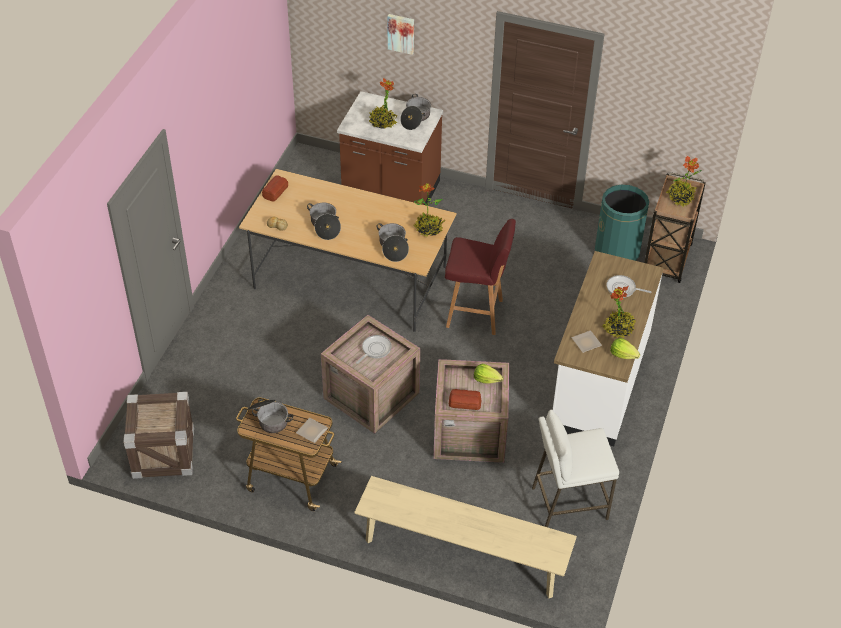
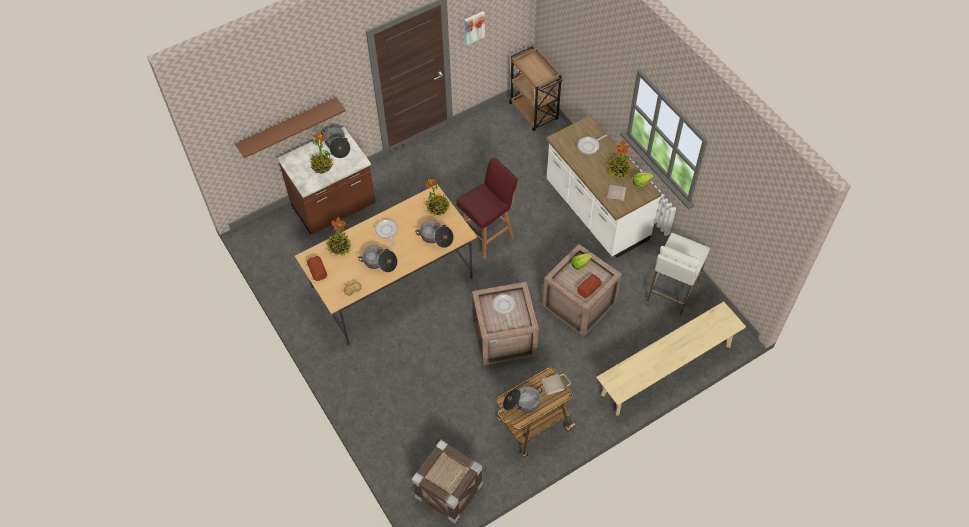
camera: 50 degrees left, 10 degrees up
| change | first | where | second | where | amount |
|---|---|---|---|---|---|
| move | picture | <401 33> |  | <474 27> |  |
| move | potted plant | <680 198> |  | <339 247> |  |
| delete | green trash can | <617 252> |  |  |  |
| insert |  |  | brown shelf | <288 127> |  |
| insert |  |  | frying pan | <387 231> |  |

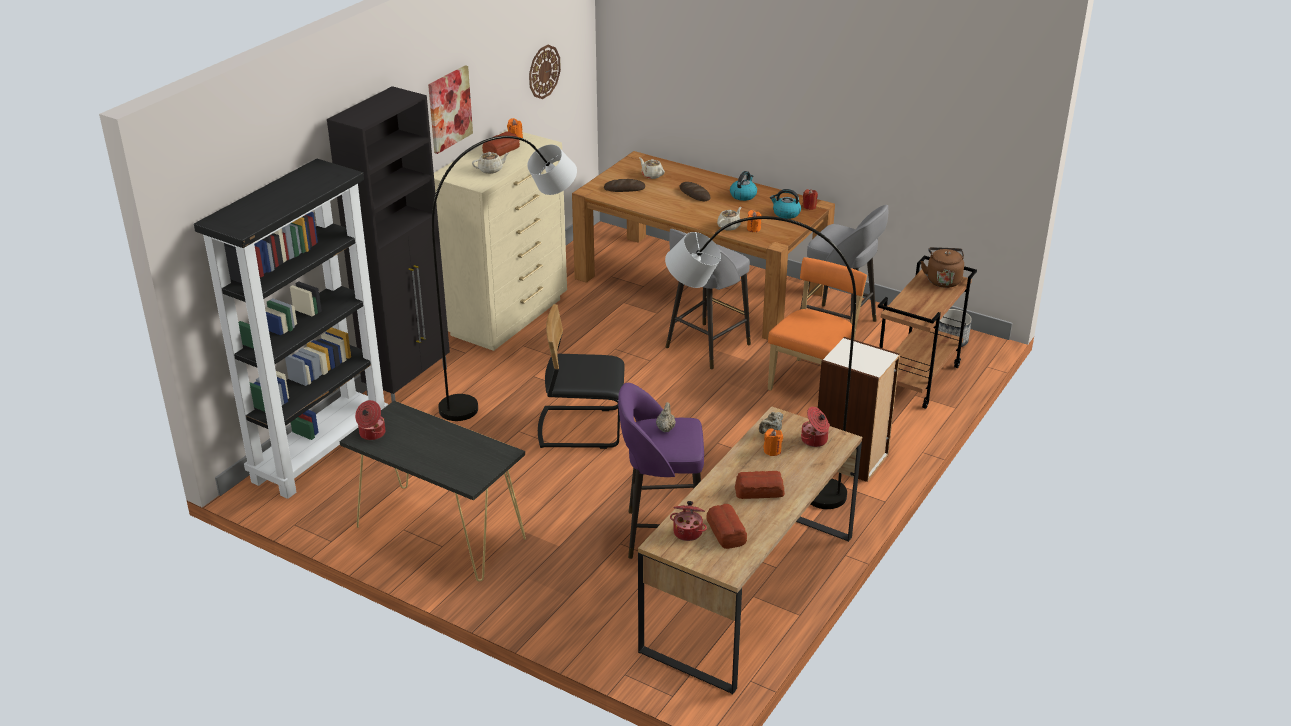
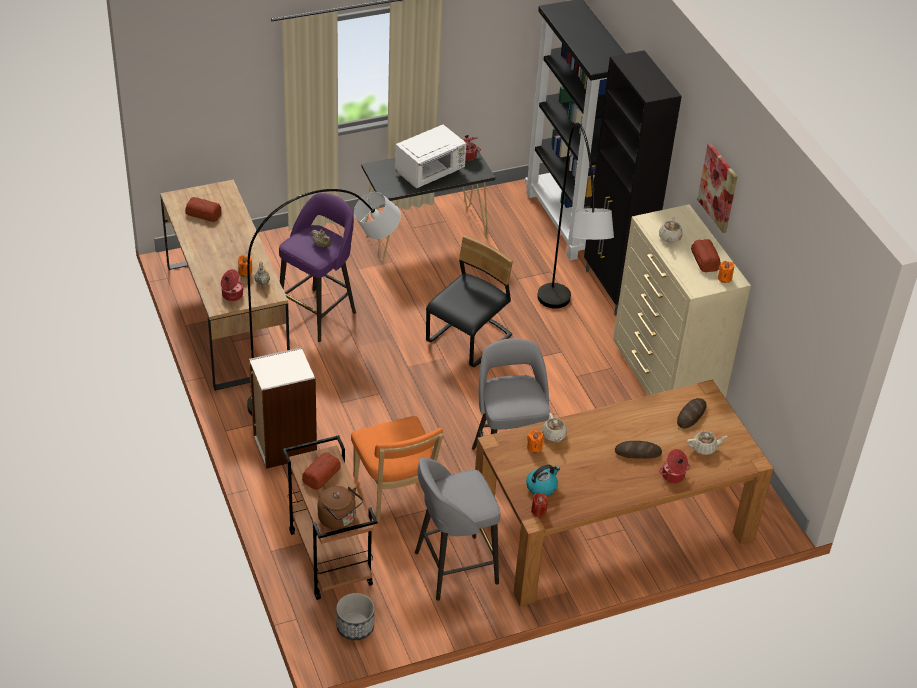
camera: 125 degrees right, 10 degrees up
| change | first | where | second | where | amount |
|---|---|---|---|---|---|
| delete | wall clock | <544 71> |  |  |  |
| delete | kettle | <743 195> |  |  |  |
| move | bread | <760 491> |  | <321 475> |  |
| move | cooking pot | <688 532> |  | <673 476> |  |
| insert |  |  | white microwave | <430 172> |  |

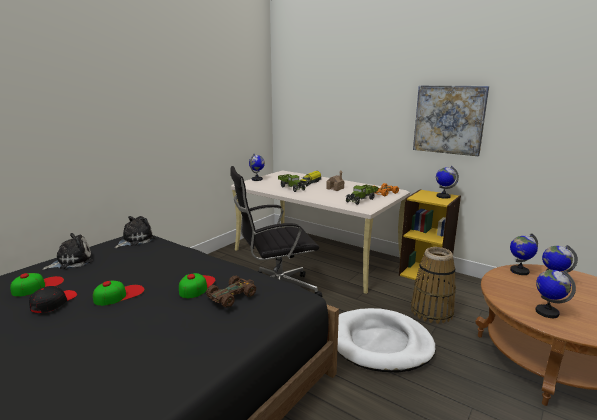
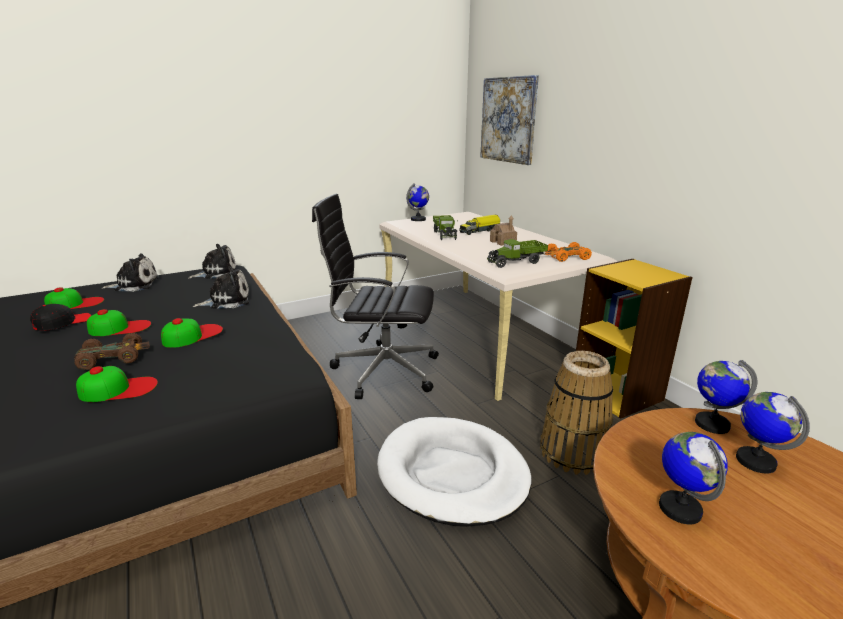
camera: 25 degrees right, 5 degrees up
| change | first | where | second | where | amount |
|---|---|---|---|---|---|
| move | picture | <449 119> |  | <508 120> |  |
| delete | globe | <443 196> |  |  |  |
| move | brown toy car | <232 296> |  | <113 358> |  |
| insert |  |  | plush toy | <227 301> |  |
| insert |  |  | cap | <118 389> |  |

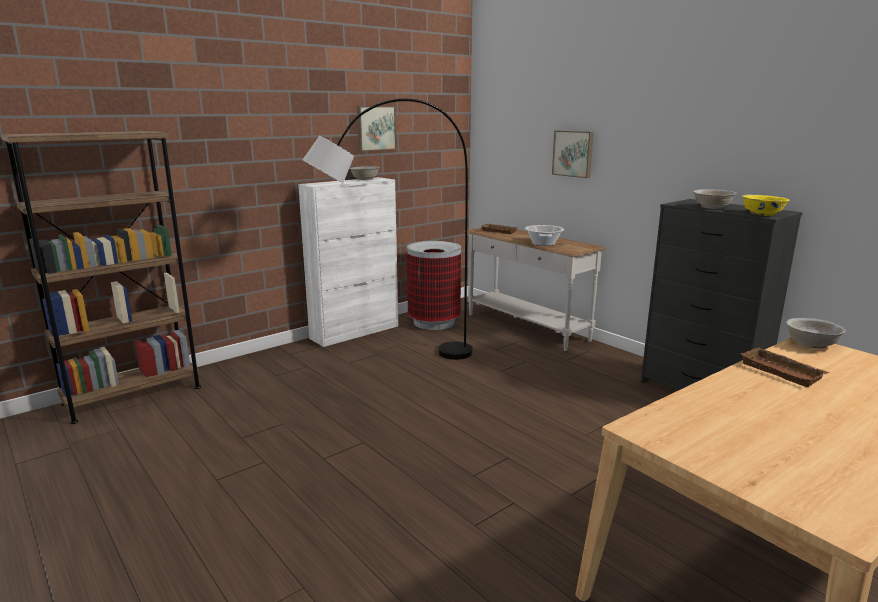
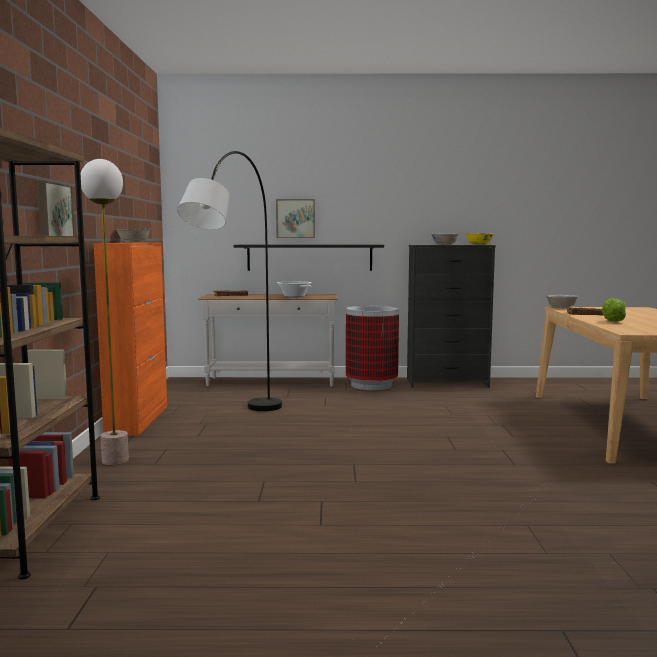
camera: 50 degrees left, 10 degrees down
| change | first | where | second | where | amount |
|---|---|---|---|---|---|
| move | picture | <375 128> |  | <53 215> |  |
| recolor | white cabinet | <355 332> | orange cabinet | <138 419> |  |
| move | trash can | <433 322> |  | <371 385> |  |
| insert |  |  | floor lamp | <115 460> |  |
| insert |  |  | black shelf | <309 257> |  |
| insert |  |  | lettuce | <612 321> |  |

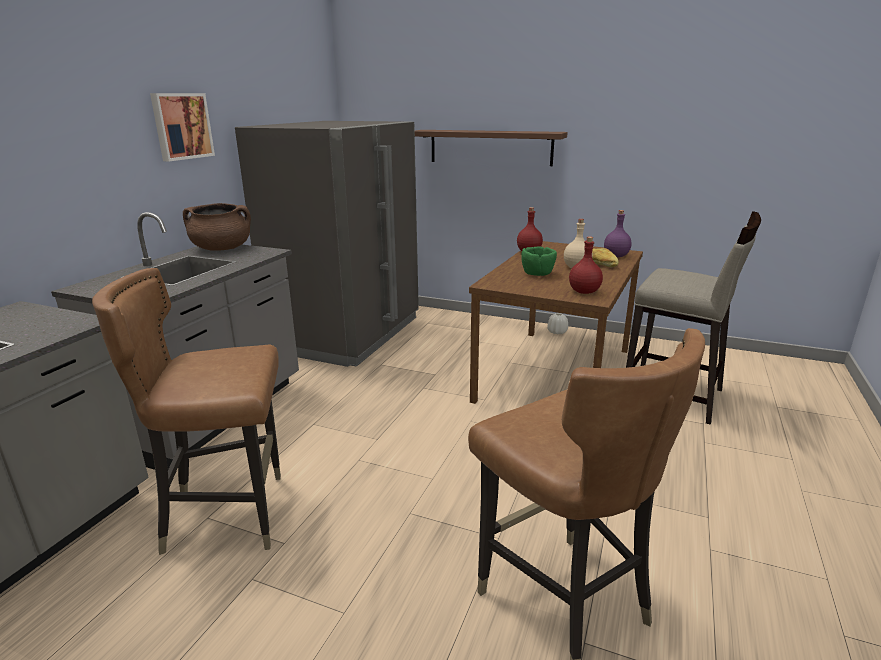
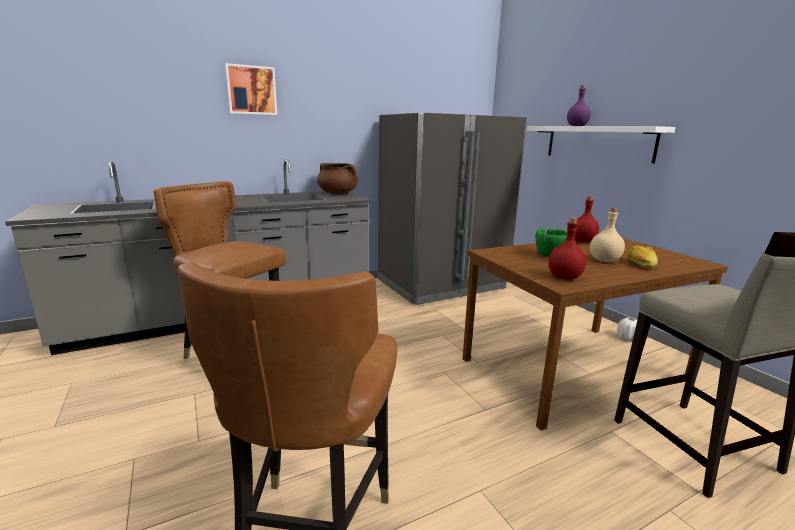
camera: 40 degrees right, 5 degrees down
| change | first | where | second | where | amount |
|---|---|---|---|---|---|
| move | picture | <181 126> |  | <251 90> |  |
| recolor | brown shelf | <490 147> | white shelf | <597 143> |  |
| move | purple bottle | <615 256> |  | <576 126> |  |

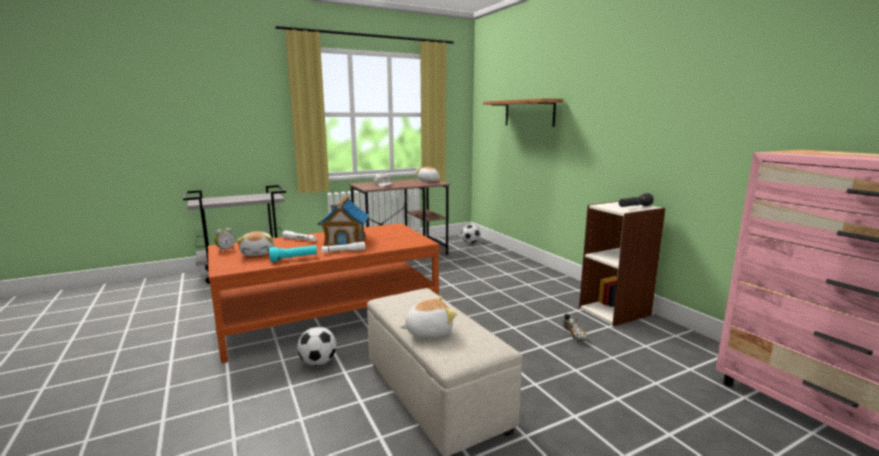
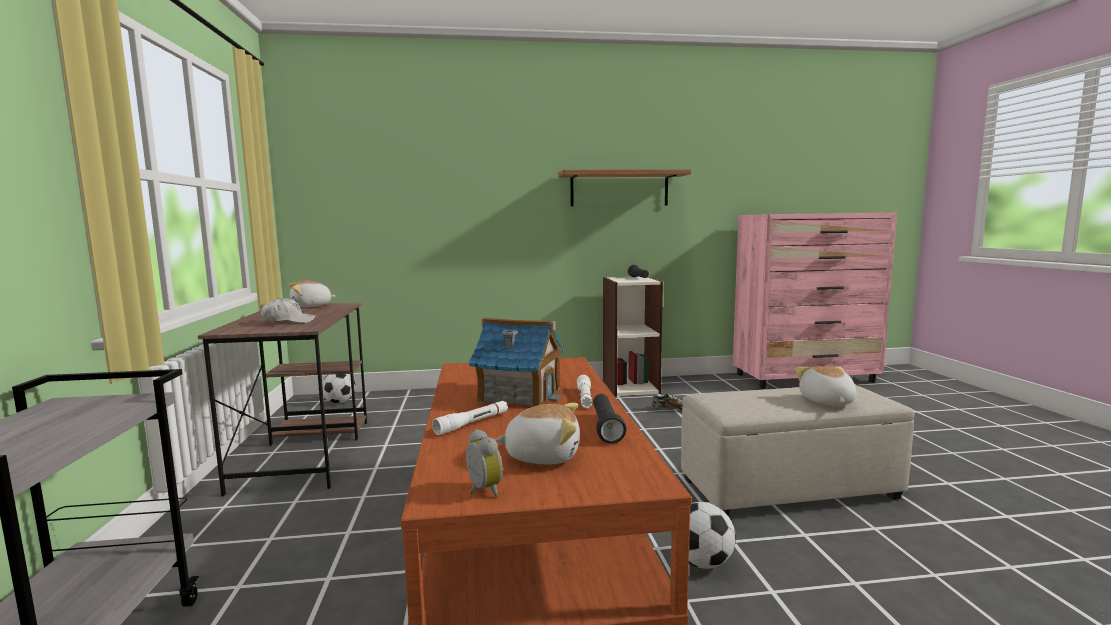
camera: 70 degrees left, 5 degrees down
| change | first | where | second | where | amount |
|---|---|---|---|---|---|
| move | shelf | <529 113> |  | <619 189> |  |
| recolor | turquoise flashlight | <294 259> | black flashlight | <606 428> |  |

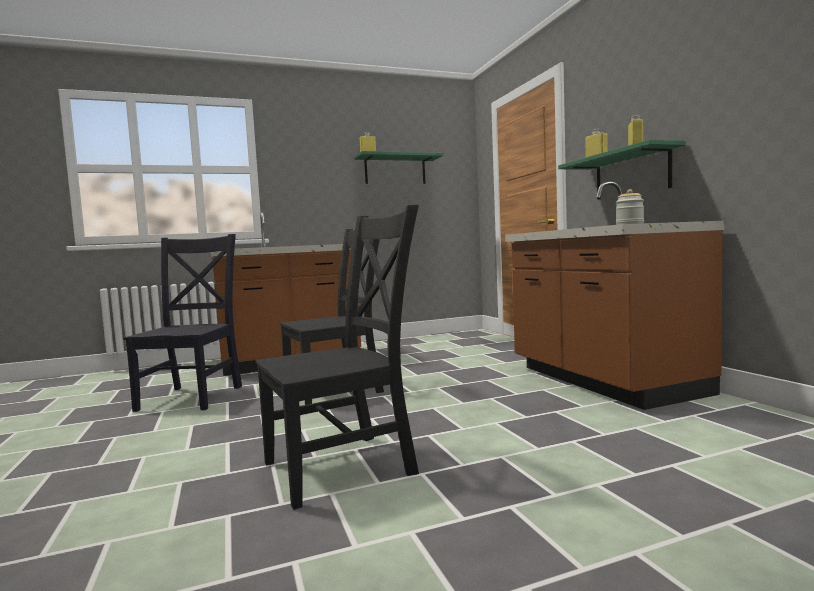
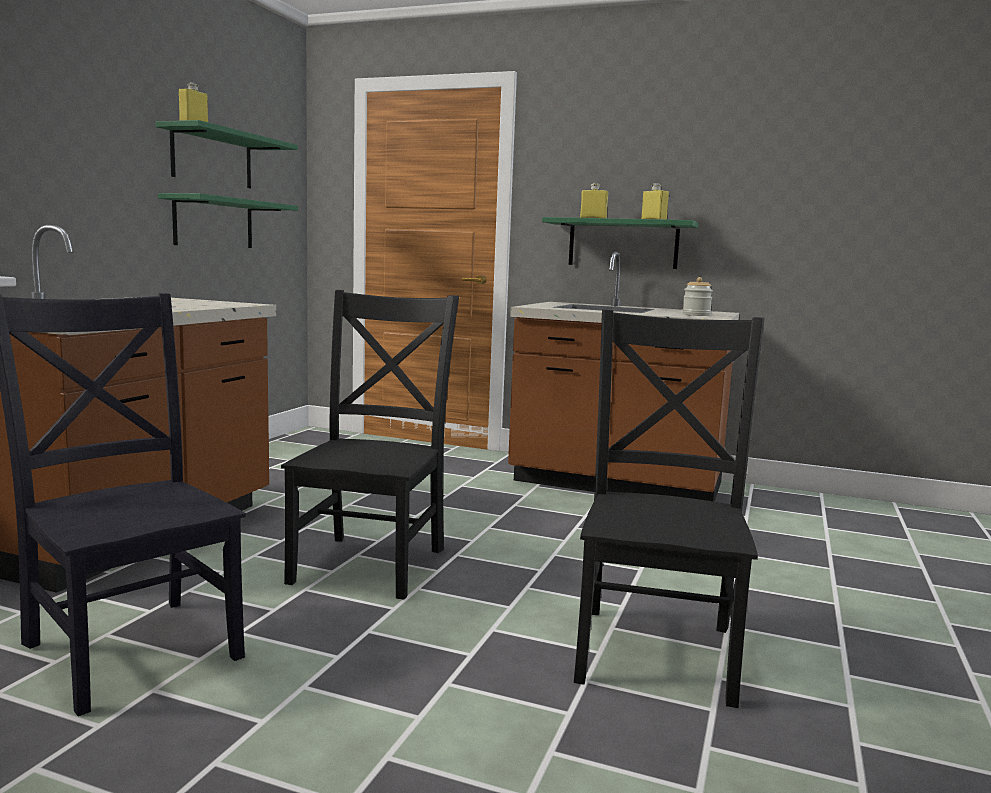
camera: 50 degrees left, 5 degrees up
| change | first | where | second | where | amount |
|---|---|---|---|---|---|
| insert |  |  | green shelf | <214 223> |  |

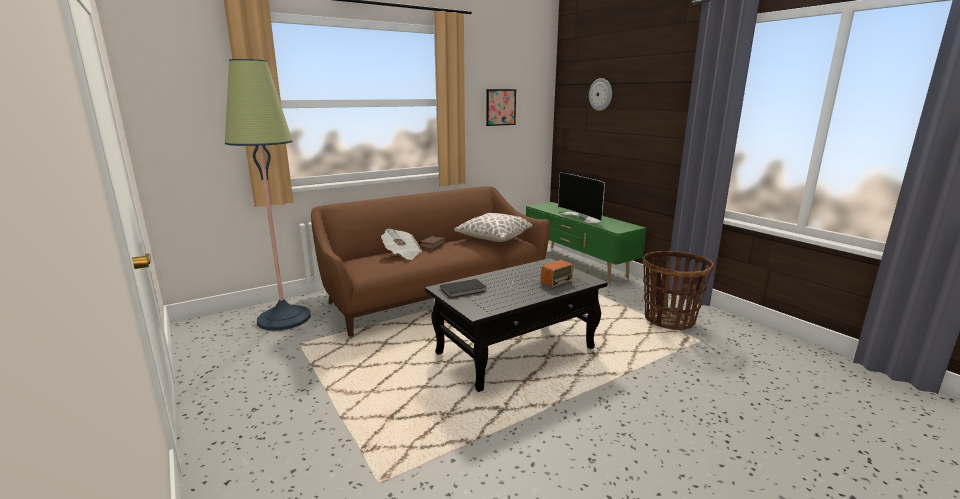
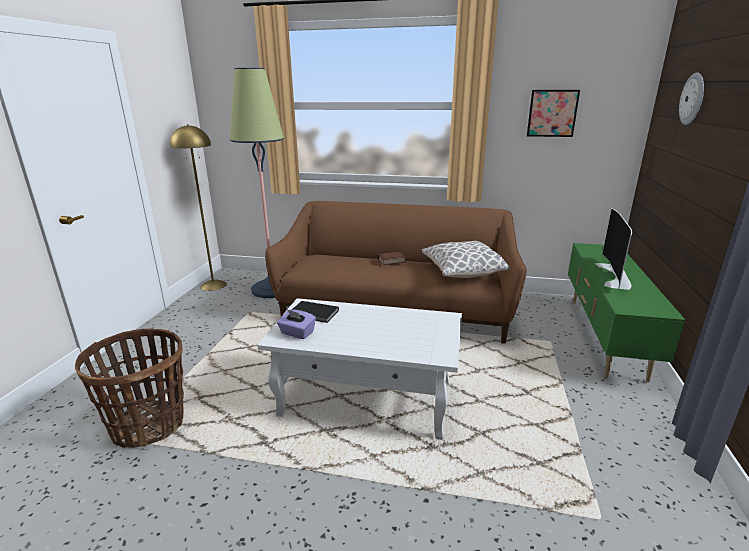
camera: 45 degrees right, 5 degrees up
| change | first | where | second | where | amount |
|---|---|---|---|---|---|
| delete | newspaper | <402 254> |  |  |  |
| move | basket | <669 319> |  | <149 425> |  |
| recolor | black coffee table | <516 350> | white coffee table | <368 398> |  |
| delete | radio | <537 282> |  |  |  |
| insert |  |  | yellow floor lamp | <213 285> |  |
| insert |  |  | purple tissue box | <297 333> |  |

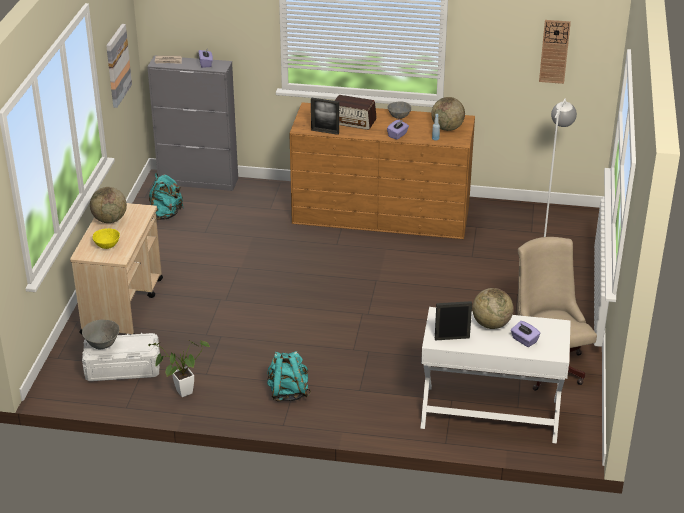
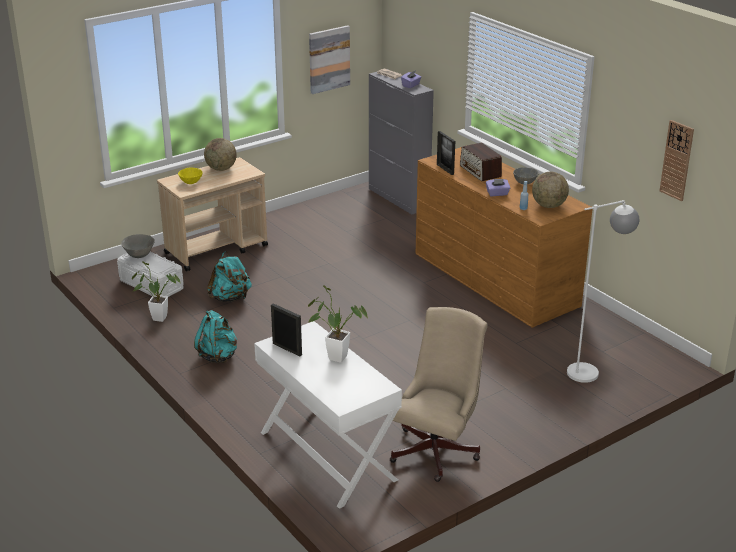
camera: 45 degrees right, 5 degrees down
| change | first | where | second | where | amount |
|---|---|---|---|---|---|
| move | turquoise backpack | <165 214> |  | <230 298> |  |
| replace | globe | <491 324> | potted plant | <334 357> |  |
| delete | purple tissue box | <524 340> |  |  |  |

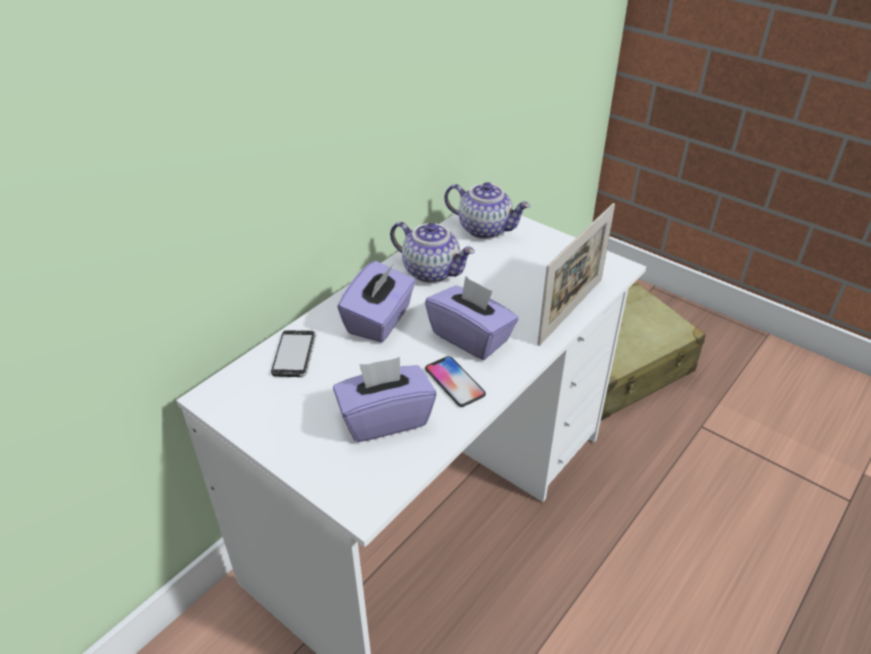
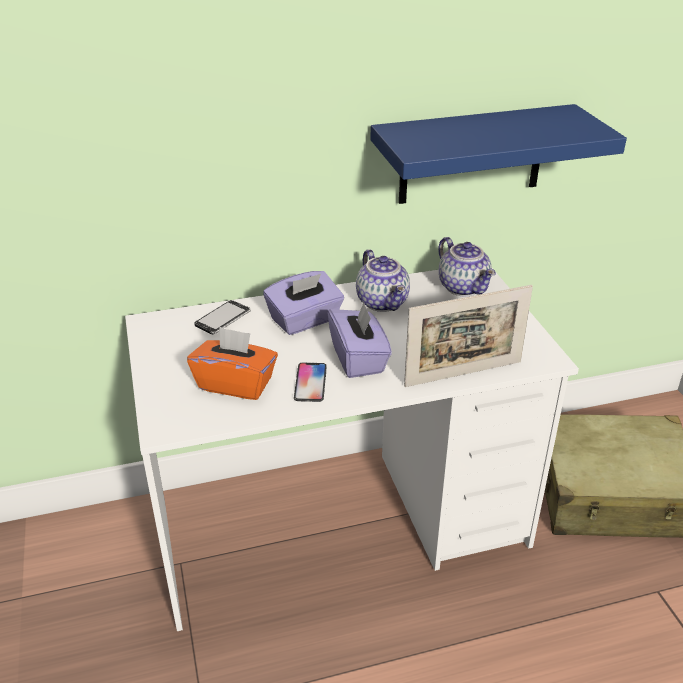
camera: 35 degrees right, 5 degrees down
| change | first | where | second | where | amount |
|---|---|---|---|---|---|
| recolor | purple tissue box | <385 418> | orange tissue box | <236 384> |  |
| insert |  |  | blue shelf | <472 155> |  |

